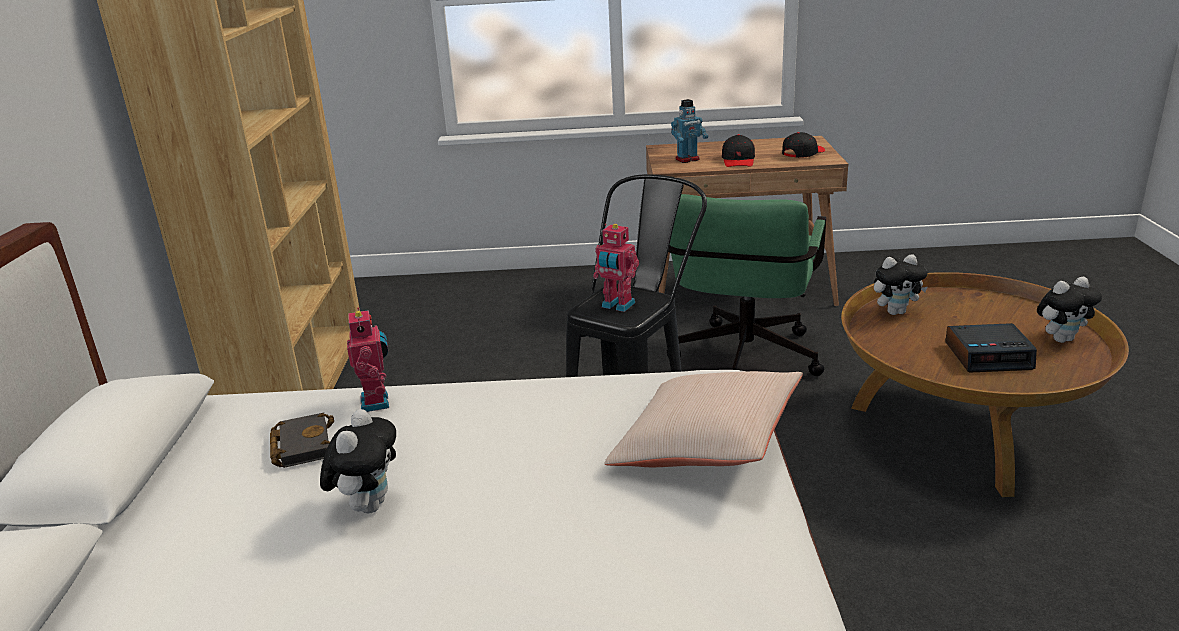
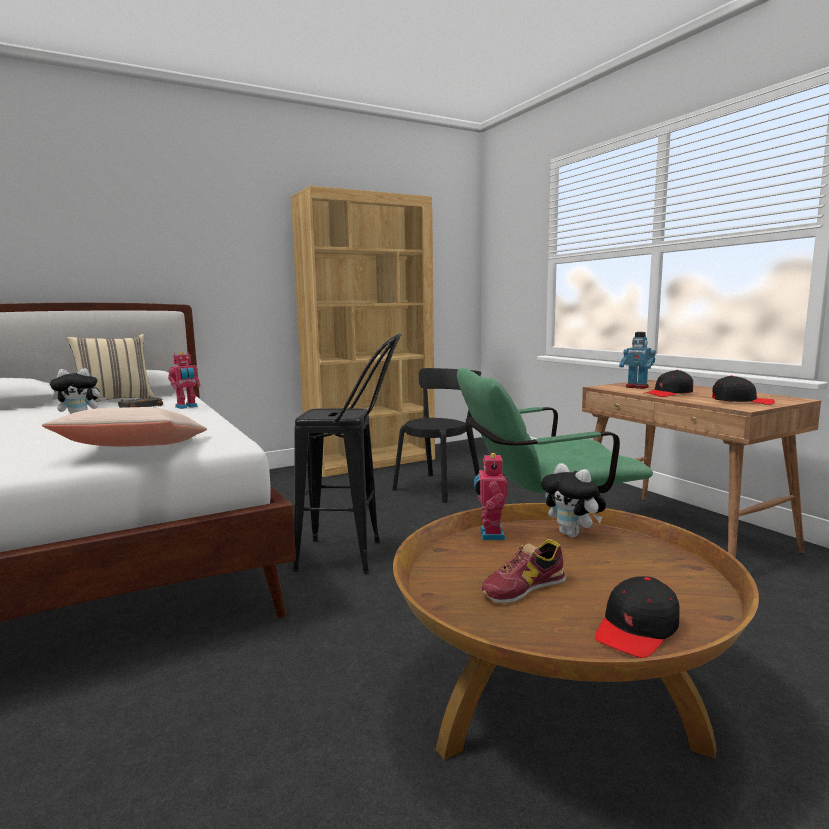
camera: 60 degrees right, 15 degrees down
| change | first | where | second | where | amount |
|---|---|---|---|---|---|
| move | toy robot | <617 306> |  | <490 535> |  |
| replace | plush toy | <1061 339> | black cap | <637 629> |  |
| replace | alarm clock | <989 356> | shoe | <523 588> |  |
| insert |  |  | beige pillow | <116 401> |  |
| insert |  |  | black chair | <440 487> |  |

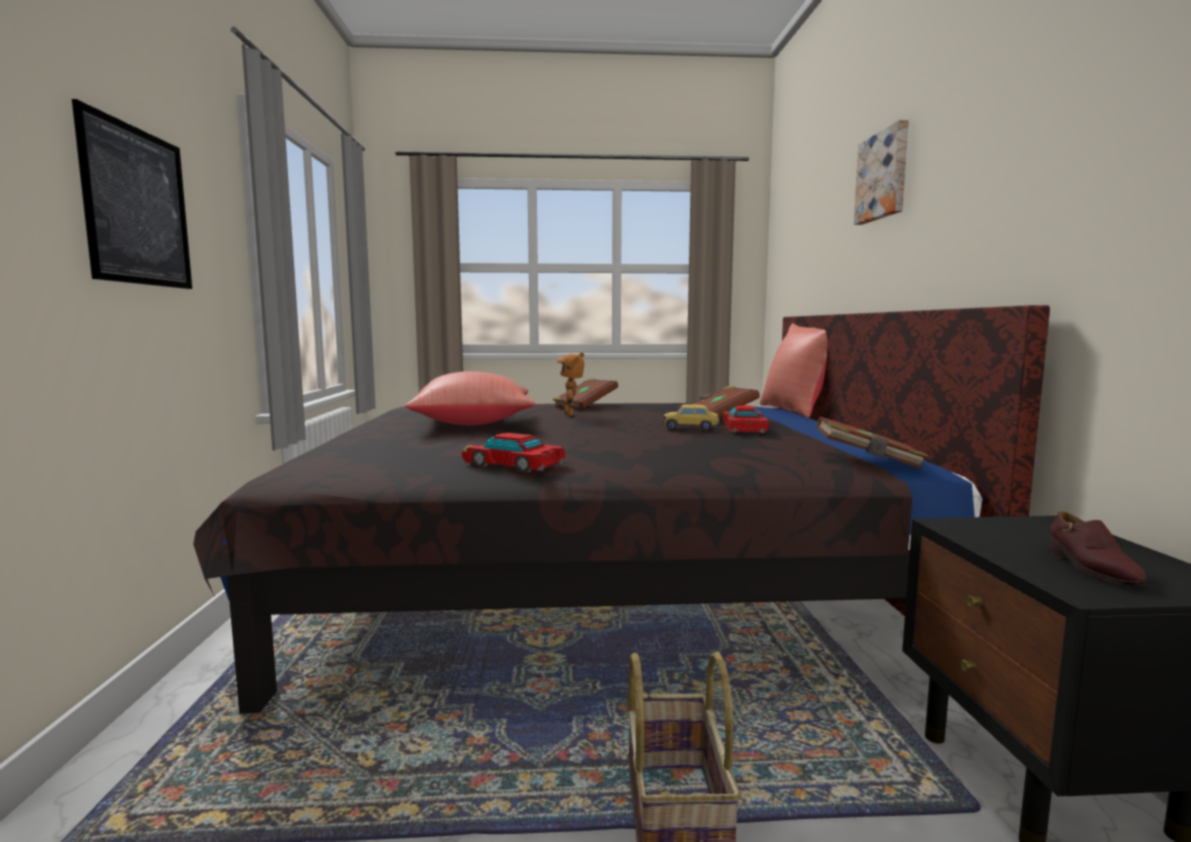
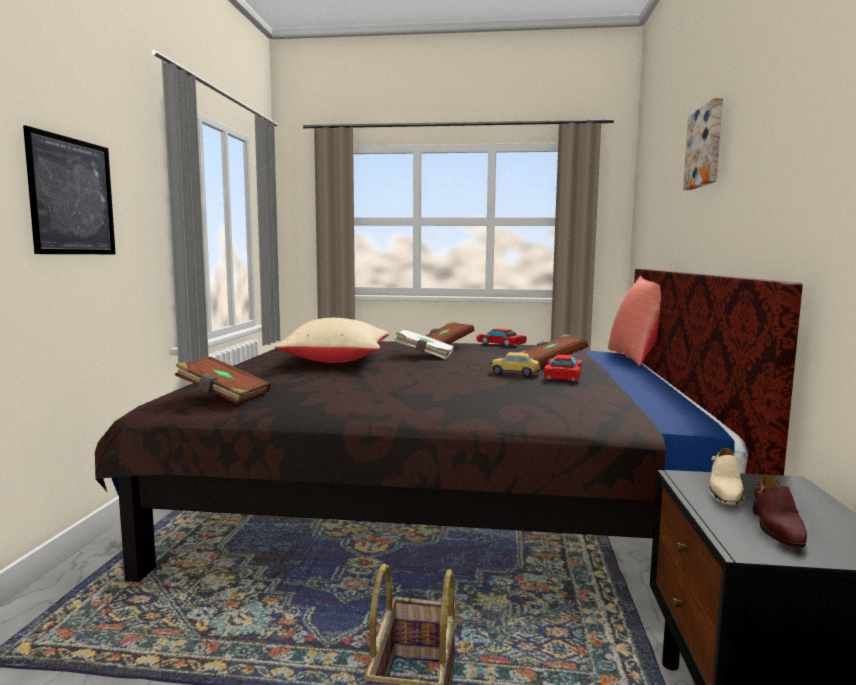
camera: 10 degrees right, 0 degrees up
| change | first | where | second | where | amount |
|---|---|---|---|---|---|
| replace | toy robot | <571 415> | white book | <424 355> |  |
| recolor | red pillow | <474 423> | beige pillow | <337 361> |  |
| move | brown book | <867 462> |  | <223 396> |  |
| move | toy car | <513 464> |  | <501 343> |  |
| insert |  |  | beige shoe | <724 491> |  |

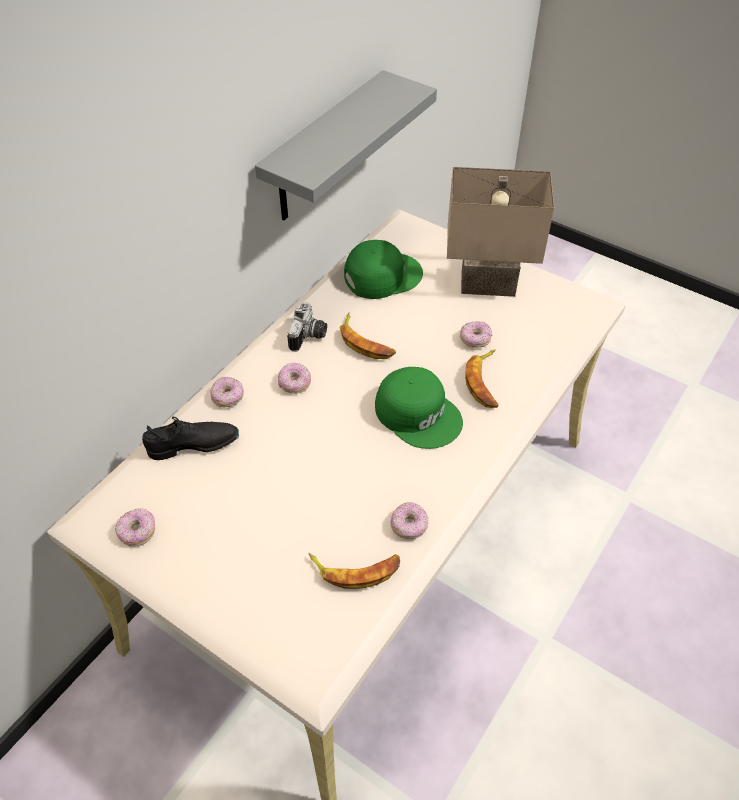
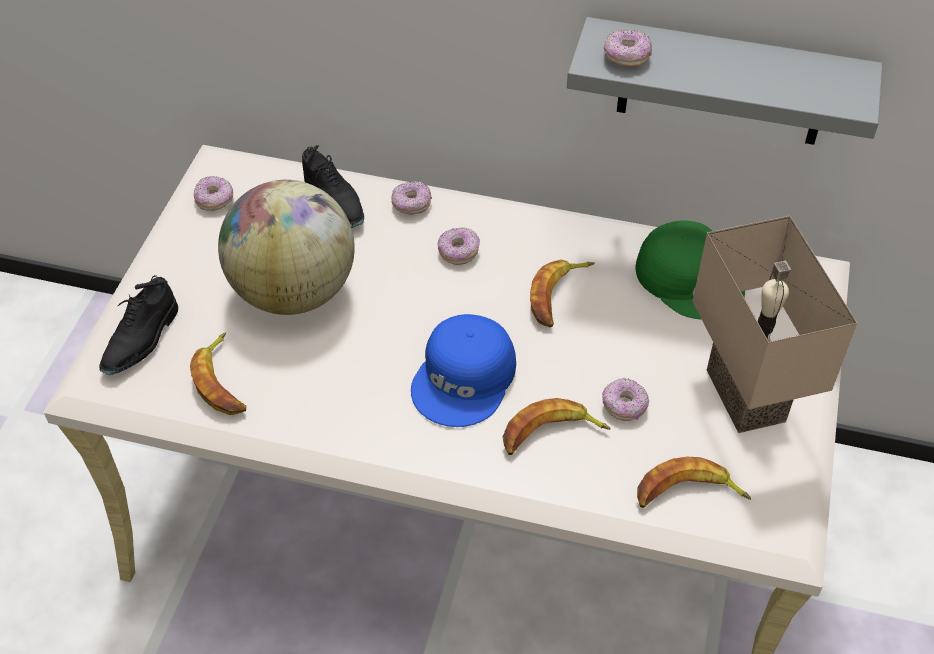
camera: 70 degrees right, 0 degrees up
| change | first | where | second | where | amount |
|---|---|---|---|---|---|
| delete | photo camera | <309 337> |  |  |  |
| recolor | green cap | <418 413> | blue cap | <465 378> |  |
| move | donut | <409 526> |  | <626 57> |  |
| insert |  |  | globe | <294 291> |  |
| insert |  |  | black shoe | <141 340> |  |
| insert |  |  | banana | <687 493> |  |

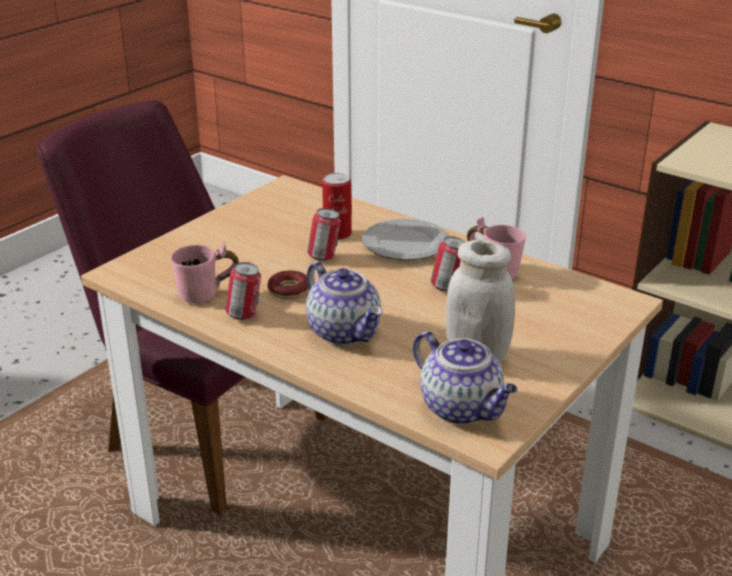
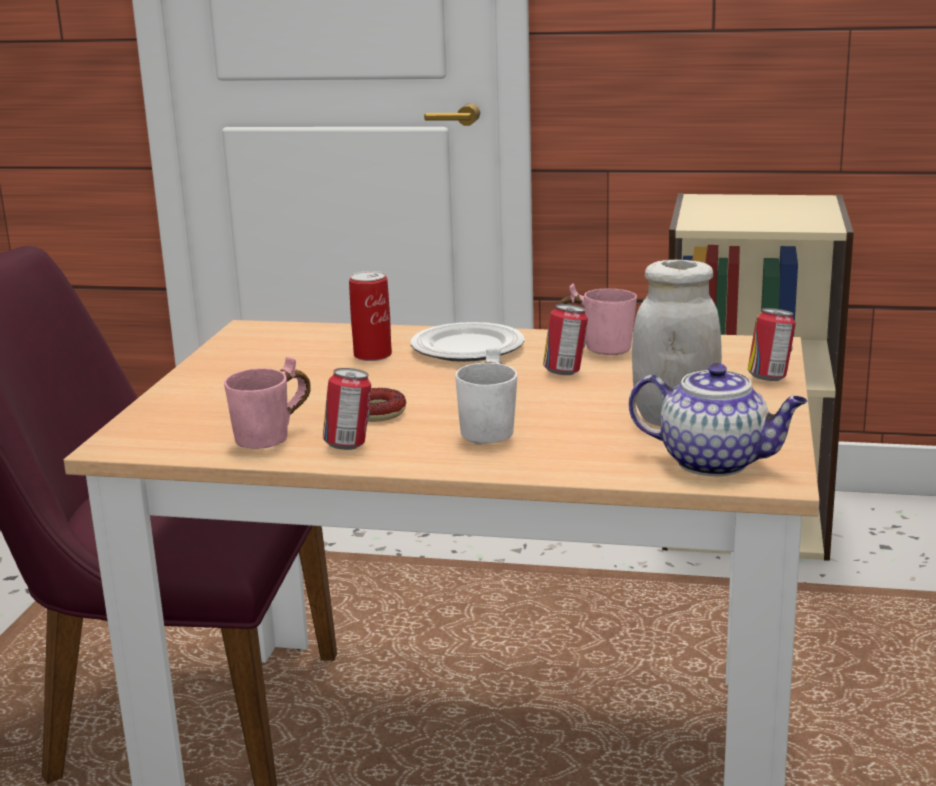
camera: 25 degrees left, 10 degrees down
| change | first | where | second | where | amount |
|---|---|---|---|---|---|
| move | can | <324 257> |  | <769 378> |  |
| replace | teapot | <345 332> | white mug | <495 432> |  |

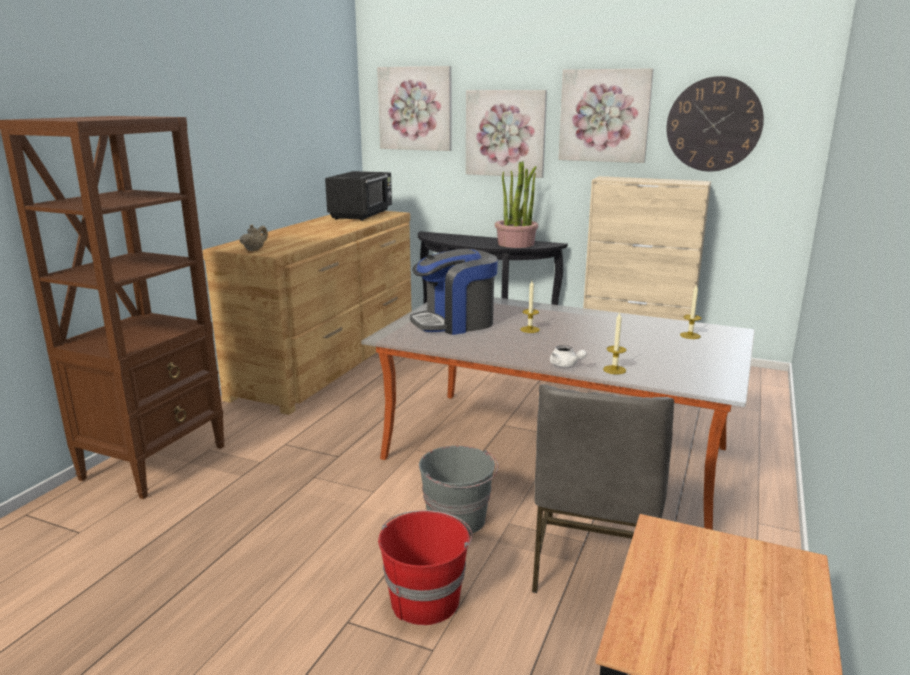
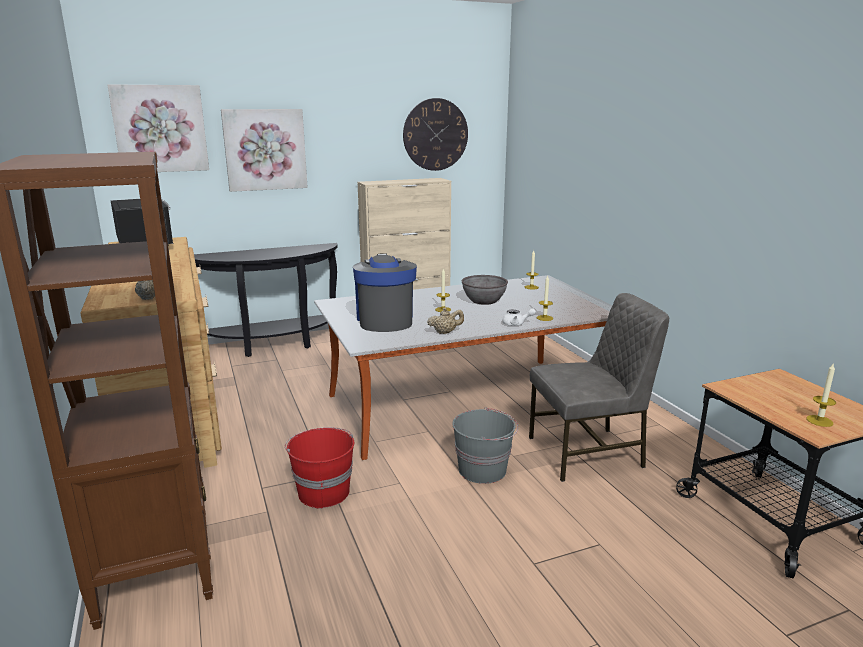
camera: 45 degrees left, 0 degrees up
| change | first | where | second | where | amount |
|---|---|---|---|---|---|
| delete | picture | <604 116> |  |  |  |
| delete | potted plant | <516 244> |  |  |  |
| rotate | coffee machine | <455 323> |  | <385 320> | 150 degrees clockwise |
| rotate | grey chair | <593 564> |  | <588 453> | 75 degrees counterclockwise |
| move | red bucket | <425 599> |  | <323 492> |  |
| insert |  |  | grey bowl | <484 301> |  |
| insert |  |  | beige teapot | <445 332> |  |
| insert |  |  | candle | <819 421> |  |

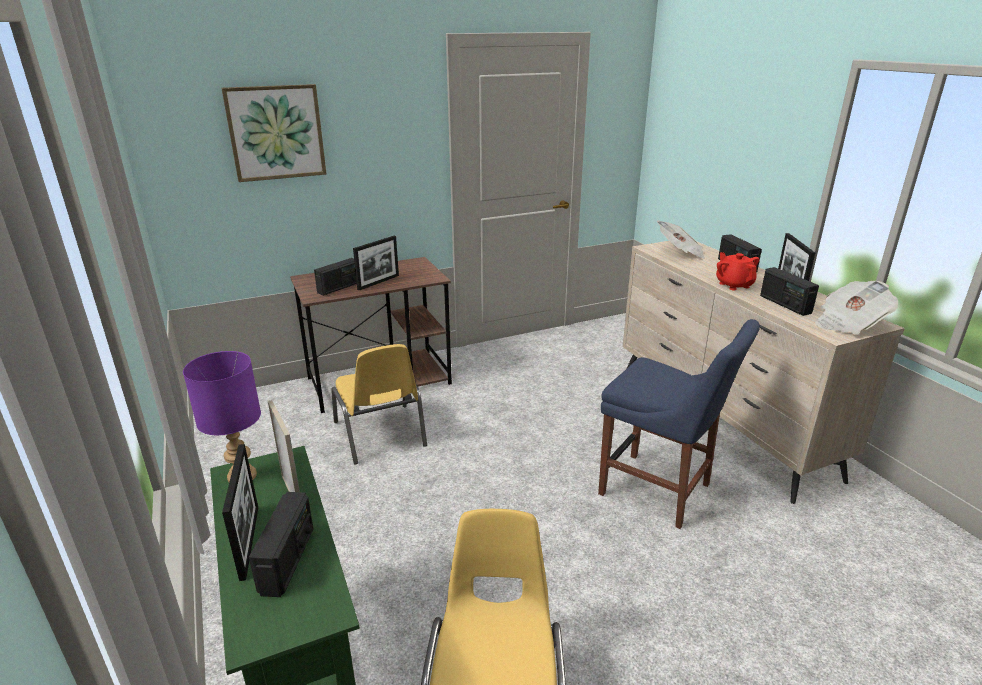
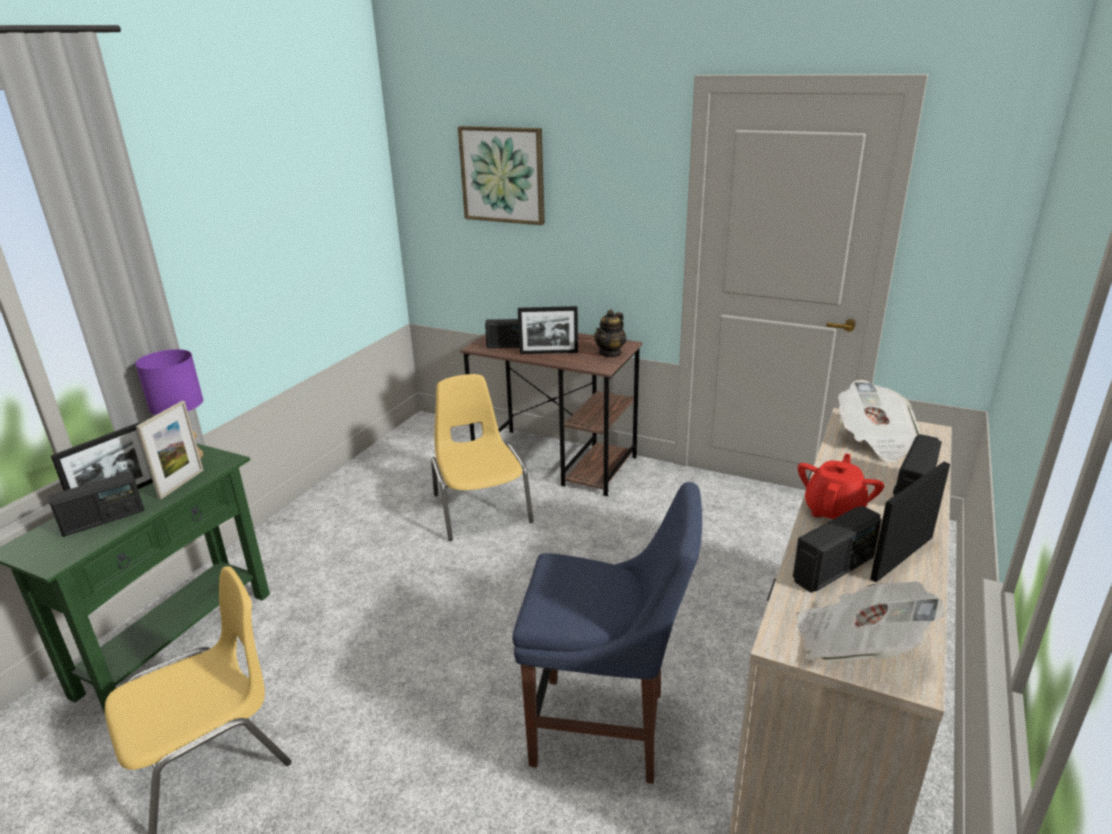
camera: 50 degrees right, 0 degrees up
| change | first | where | second | where | amount |
|---|---|---|---|---|---|
| rotate | radio | <784 304> |  | <834 569> | 150 degrees counterclockwise |
| rotate | blue chair | <660 492> |  | <606 729> | 75 degrees counterclockwise |
| rotate | yellow chair | <380 434> |  | <480 507> | 135 degrees clockwise |
| insert |  |  | teapot | <610 353> |  |

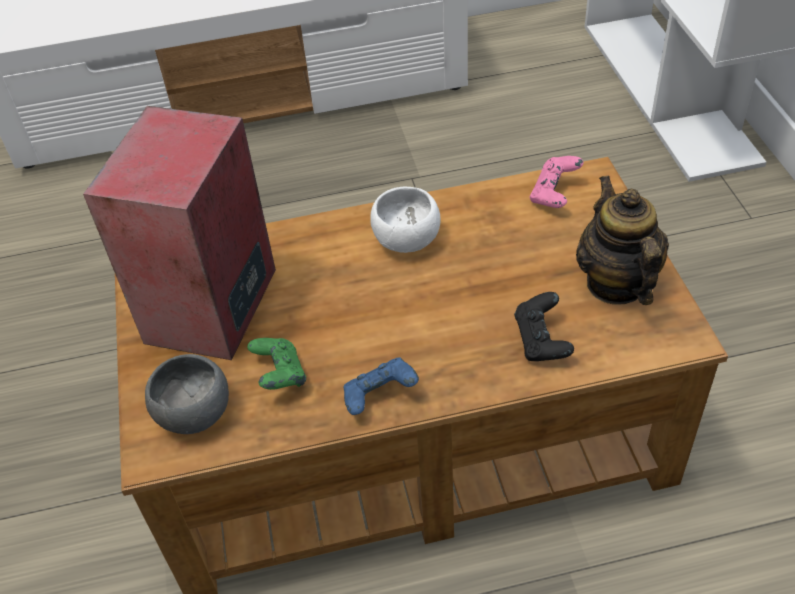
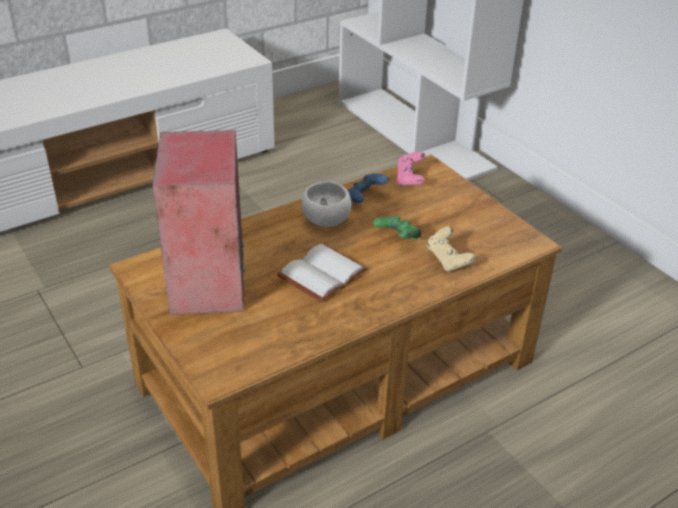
camera: 25 degrees left, 10 degrees down
| change | first | where | second | where | amount |
|---|---|---|---|---|---|
| delete | teapot | <616 283> |  |  |  |
| recolor | black game controller | <542 341> | beige game controller | <448 260> |  |
| move | green game controller | <279 376> |  | <397 239> |  |
| delete | grey bowl | <193 411> |  |  |  |
| move | blue game controller | <380 397> |  | <365 198> |  |
| insert |  |  | white book | <321 273> |  |

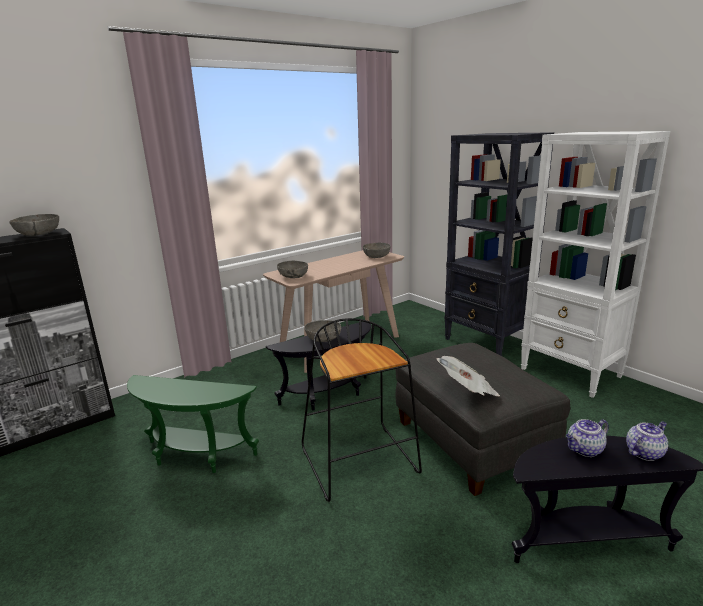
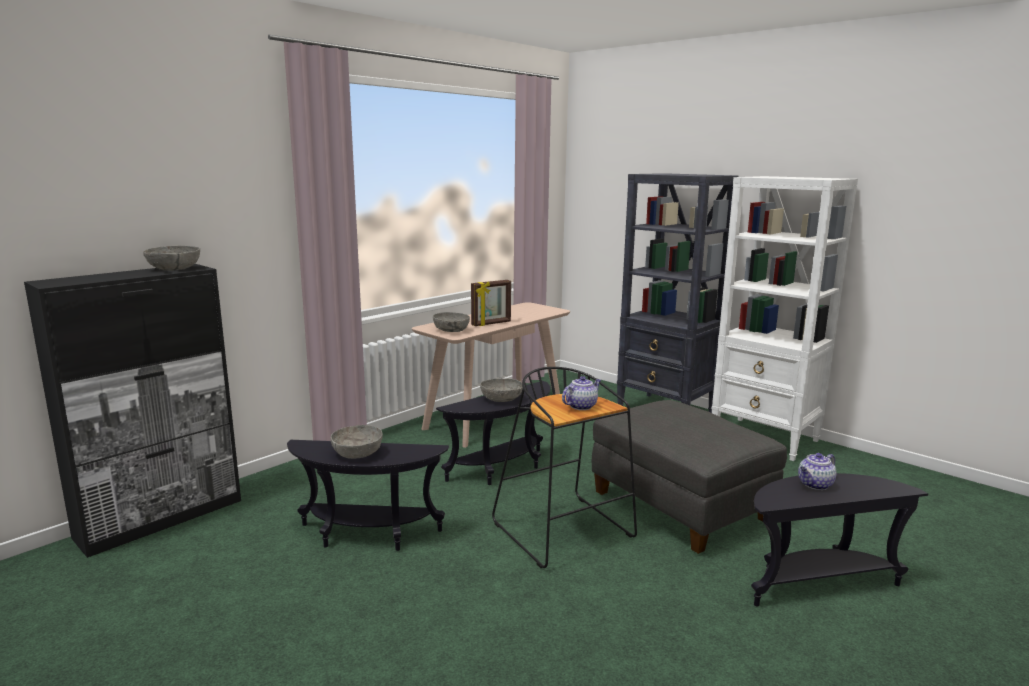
camera: 10 degrees left, 5 degrees down
| change | first | where | second | where | amount |
|---|---|---|---|---|---|
| move | grey bowl | <376 256> |  | <357 453> |  |
| delete | newspaper | <467 390> |  |  |  |
| recolor | green side table | <195 457> | black side table | <367 536> |  |
| move | teapot | <644 452> |  | <581 406> |  |
| insert |  |  | picture frame | <491 323> |  |

